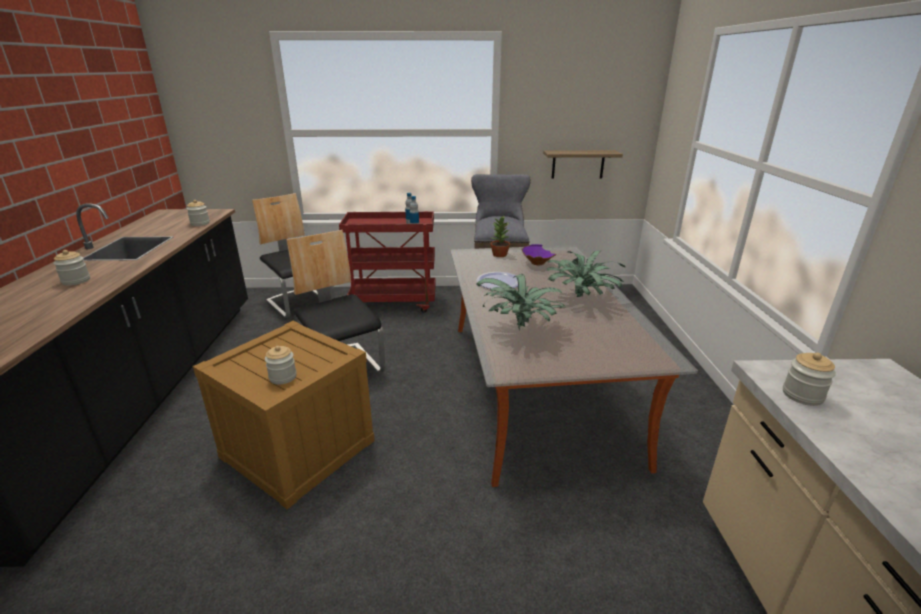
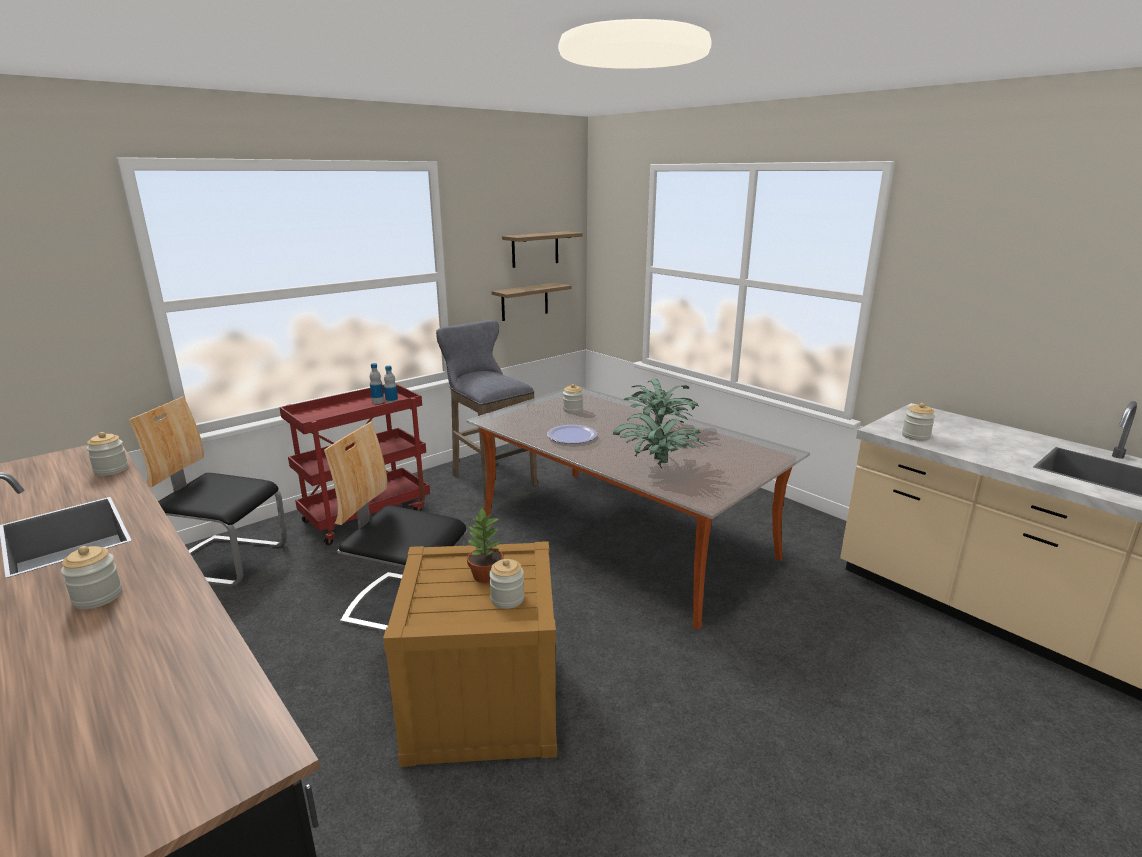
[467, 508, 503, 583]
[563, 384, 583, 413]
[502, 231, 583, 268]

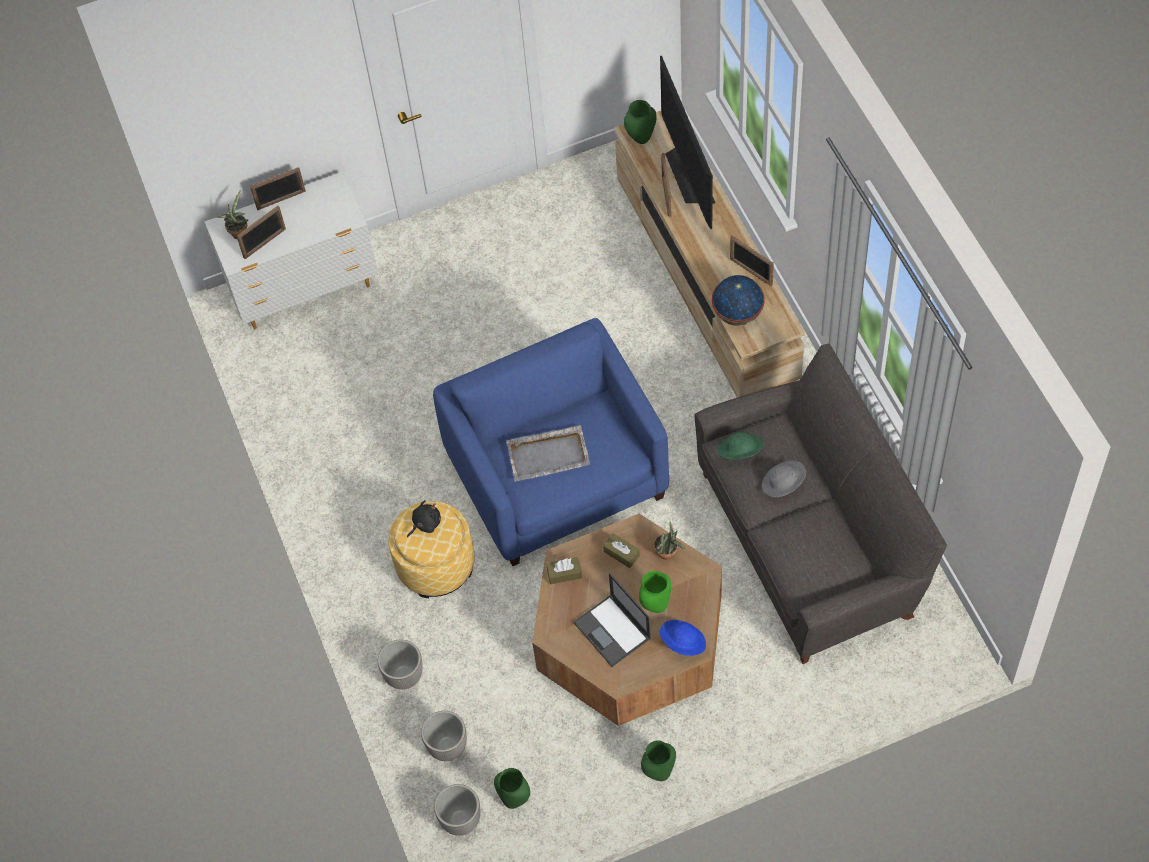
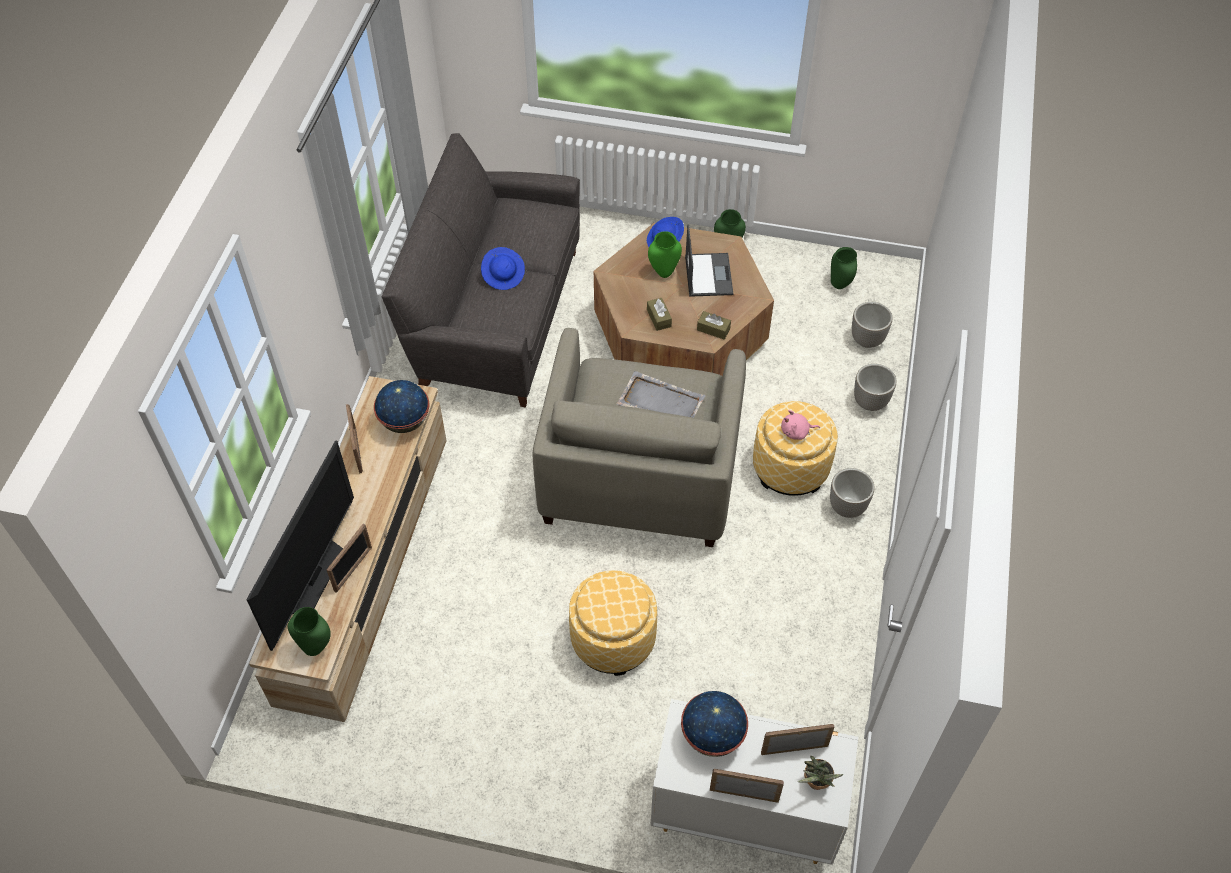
[533, 328, 746, 547]
[717, 432, 764, 460] (first image)
[481, 247, 525, 290]
[781, 410, 820, 440]
[654, 522, 687, 560] (first image)
[830, 468, 874, 518]
[569, 570, 657, 676]
[681, 691, 748, 757]

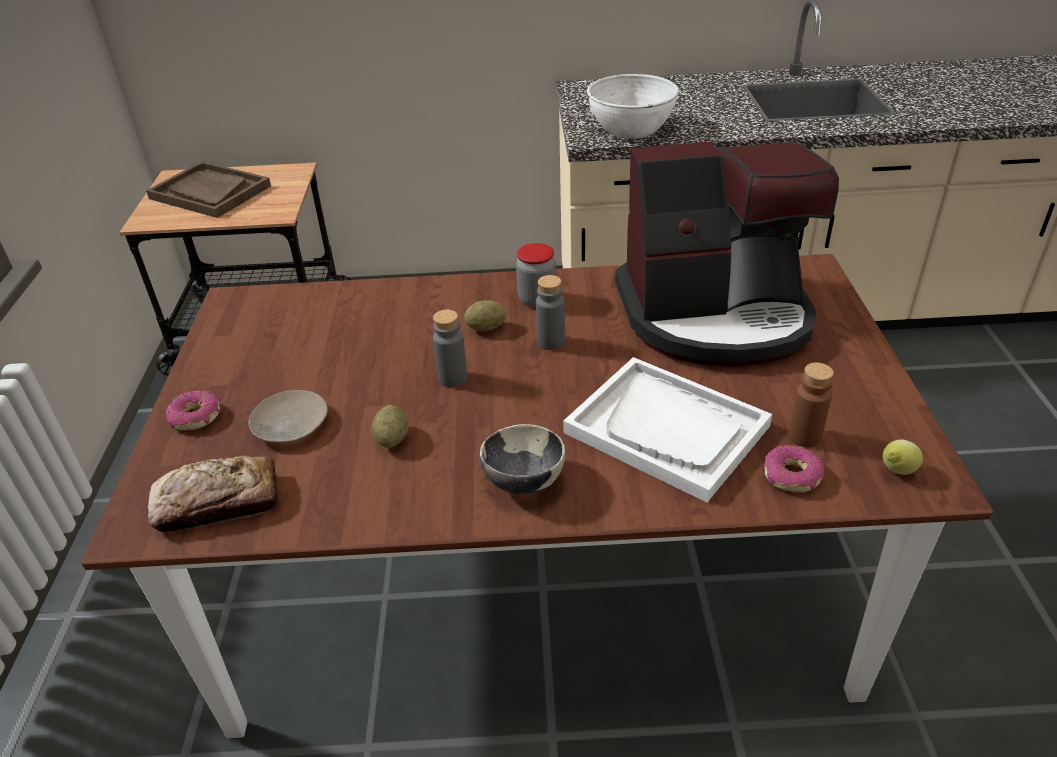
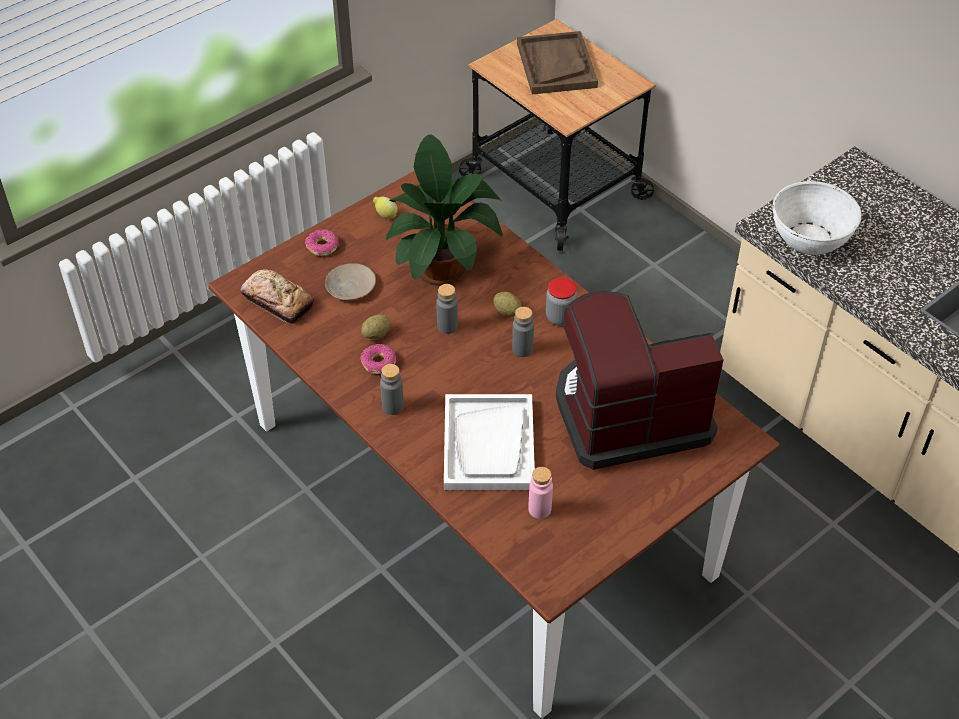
[556, 291, 723, 470]
[528, 467, 553, 519]
[380, 364, 404, 415]
[373, 197, 398, 219]
[361, 344, 396, 374]
[386, 135, 503, 286]

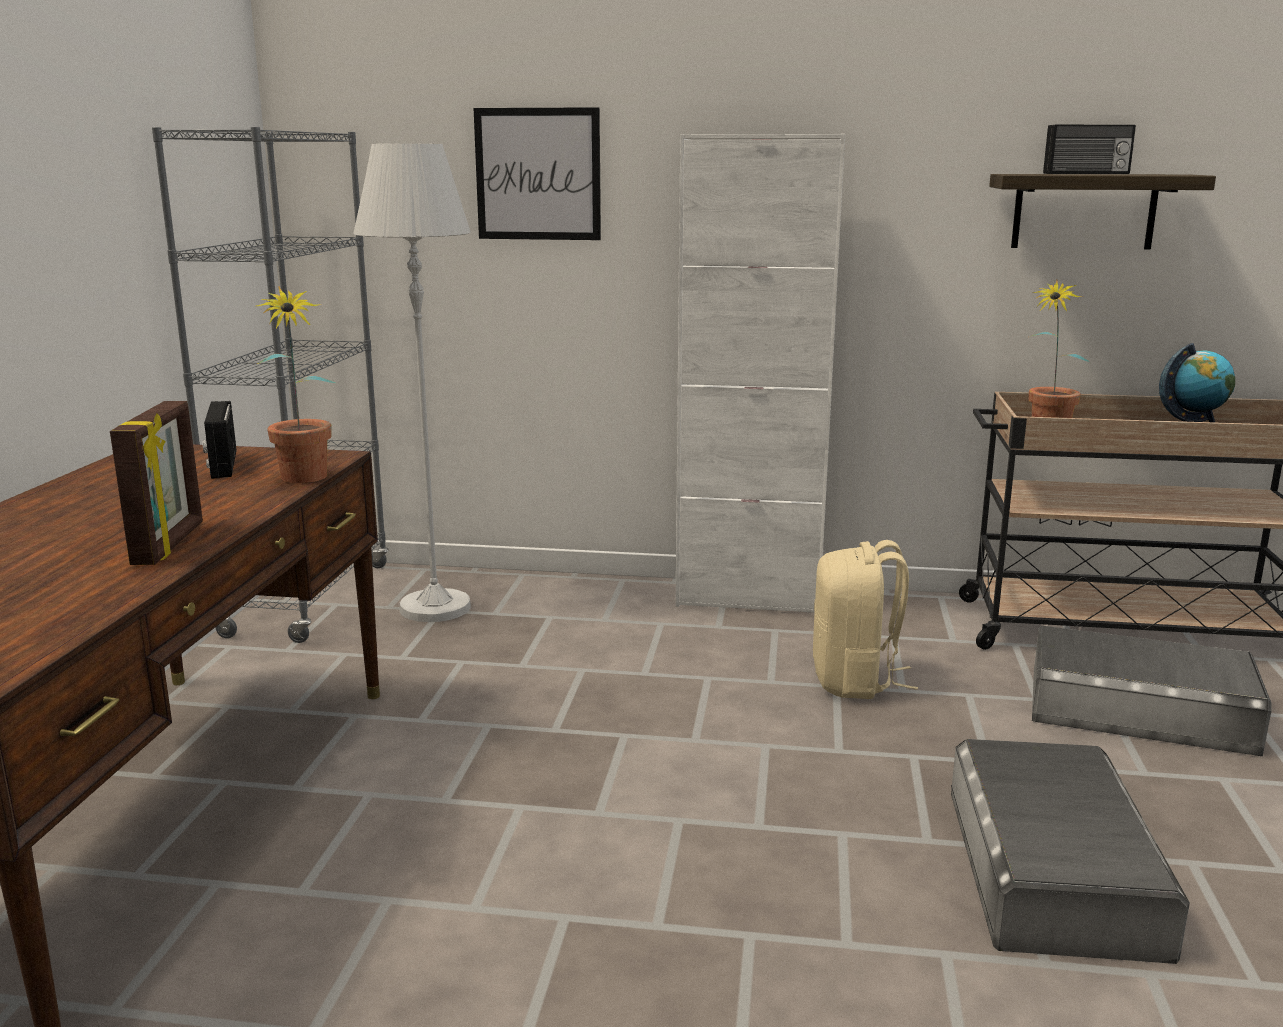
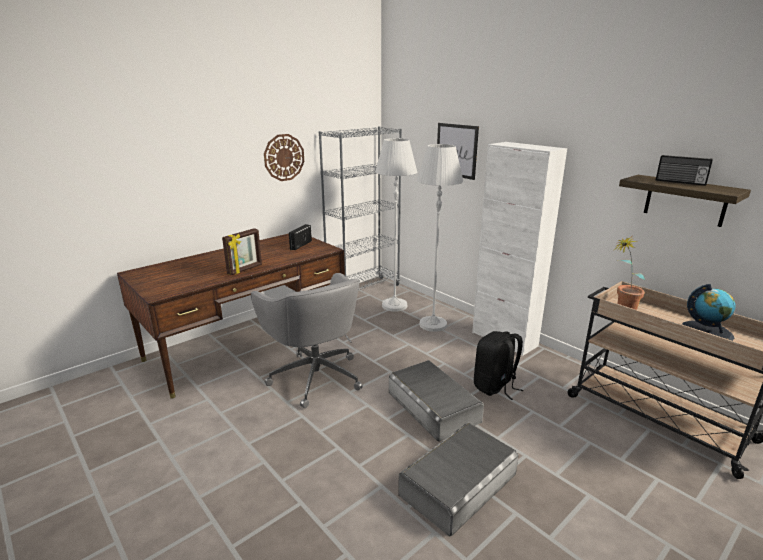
[254, 286, 335, 483] (first image)
[474, 331, 523, 400]
[389, 360, 484, 442]
[264, 134, 304, 181]
[417, 144, 463, 332]
[251, 273, 363, 408]

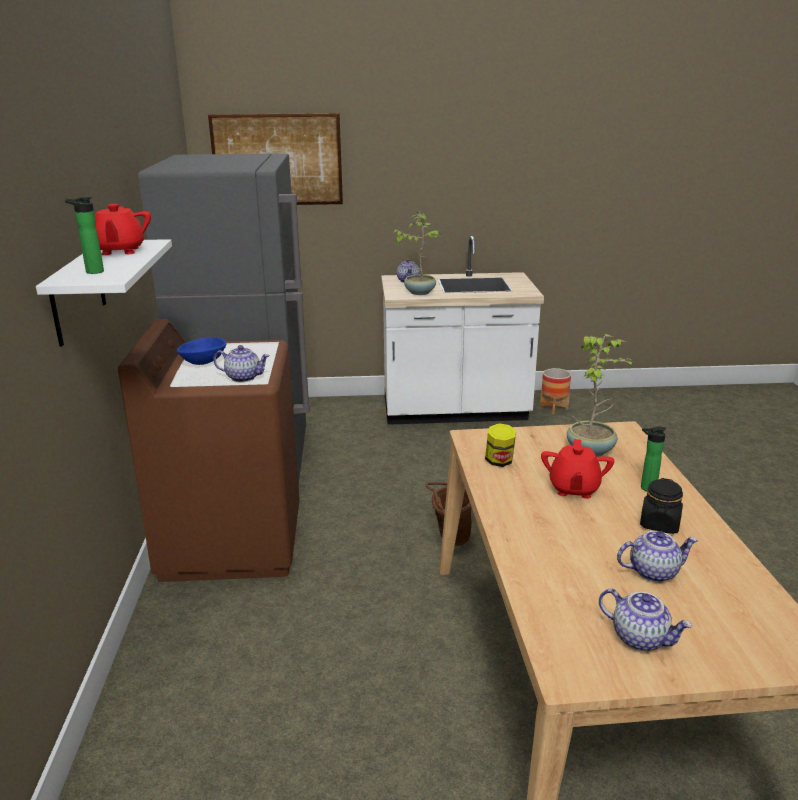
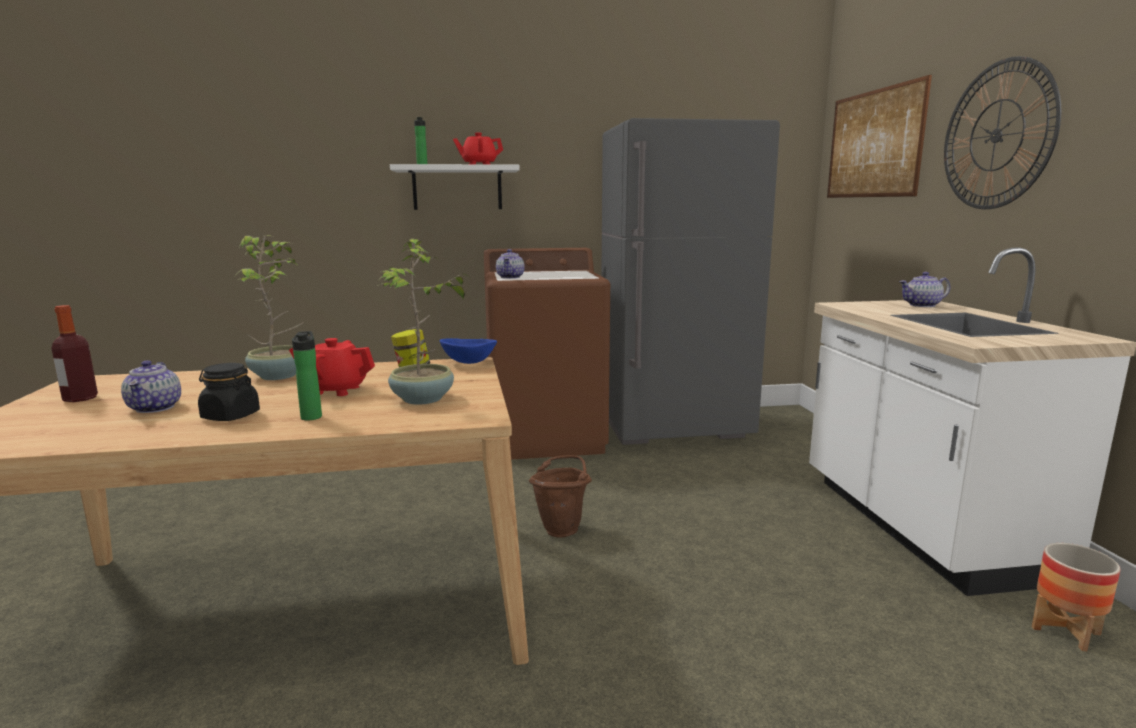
[238, 235, 304, 380]
[440, 338, 497, 364]
[51, 305, 98, 402]
[944, 56, 1061, 209]

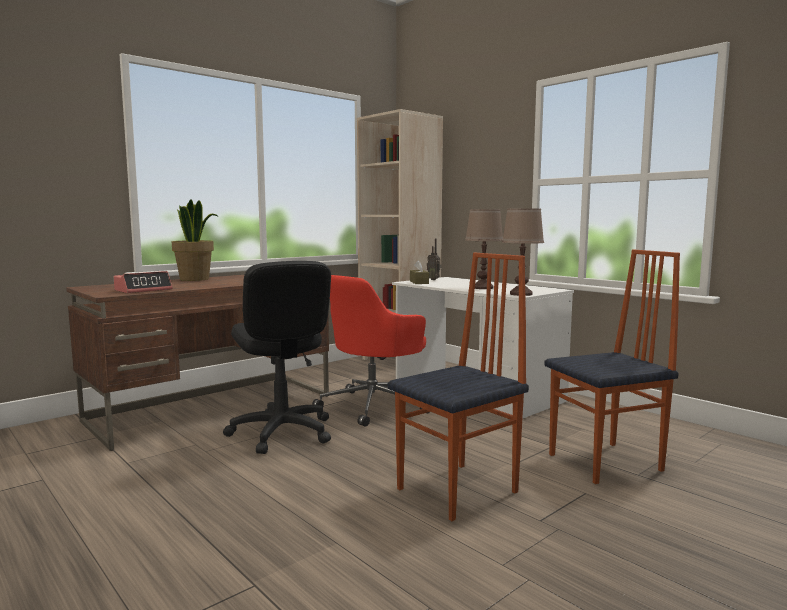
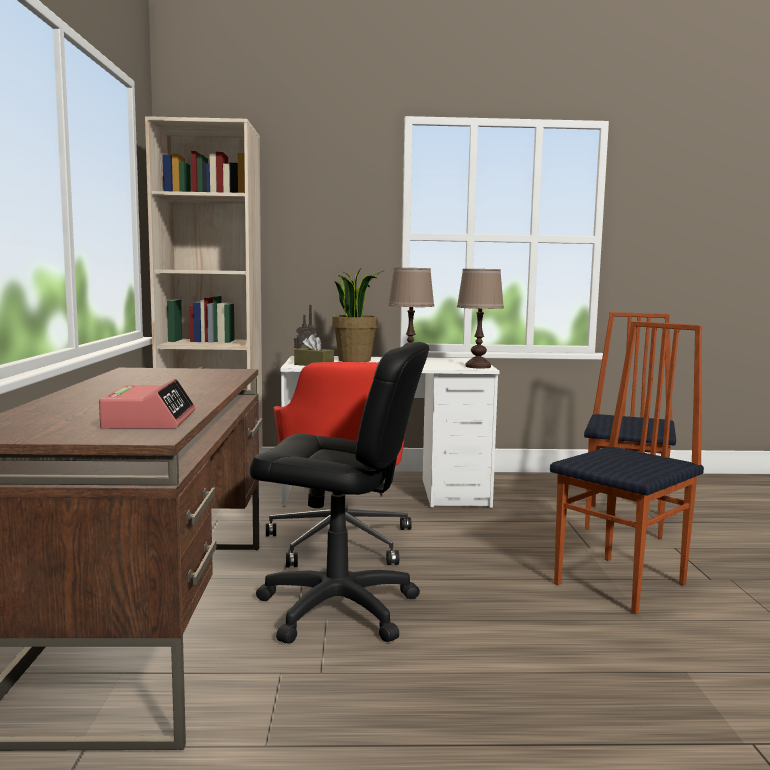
[332, 268, 385, 362]
[550, 321, 704, 614]

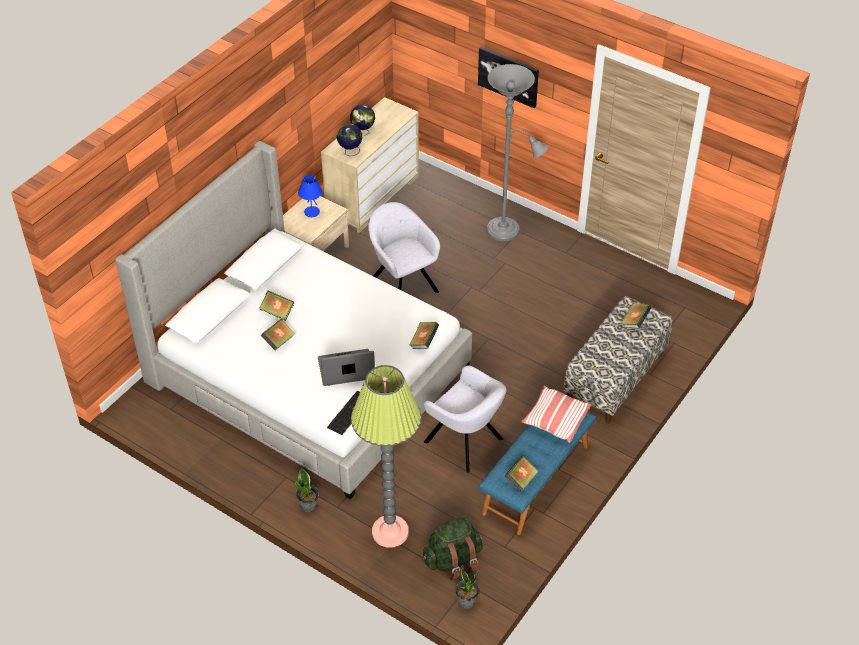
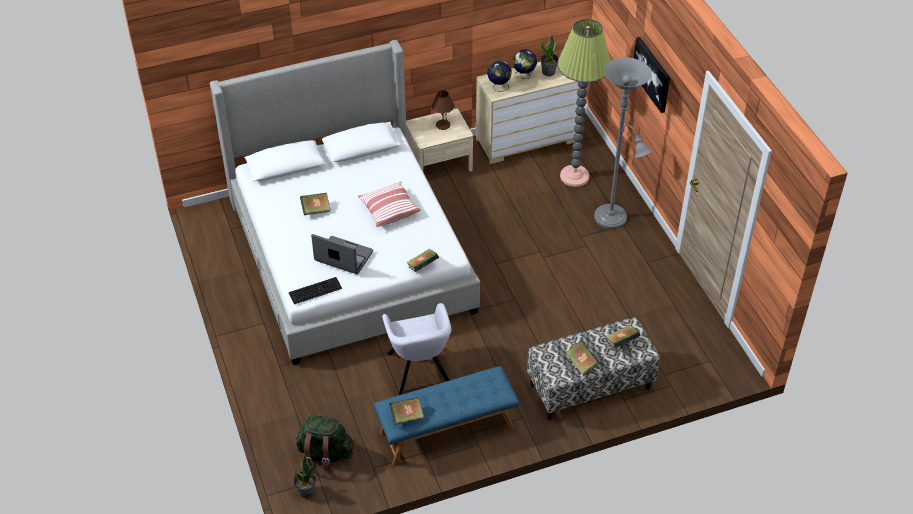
[432, 90, 454, 130]
[368, 202, 440, 293] (first image)
[566, 340, 600, 376]
[557, 19, 611, 187]
[358, 181, 421, 227]
[540, 35, 559, 76]

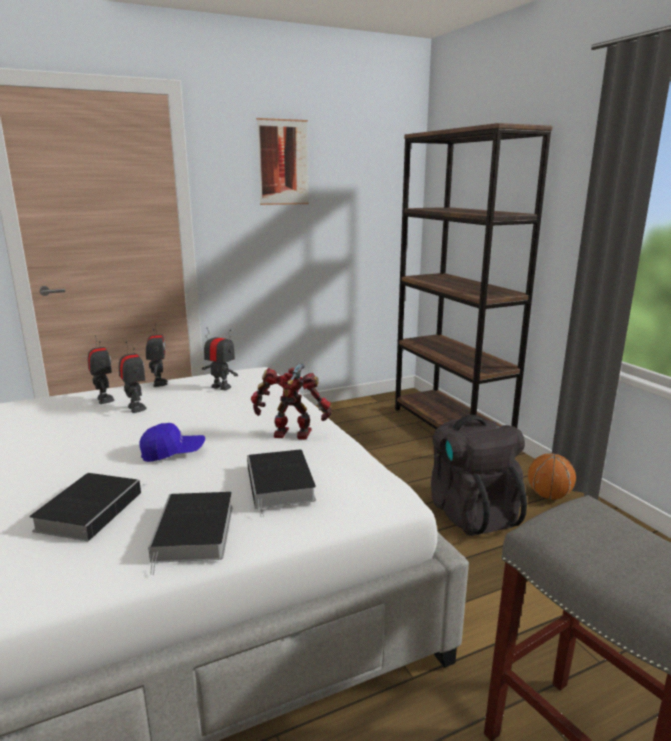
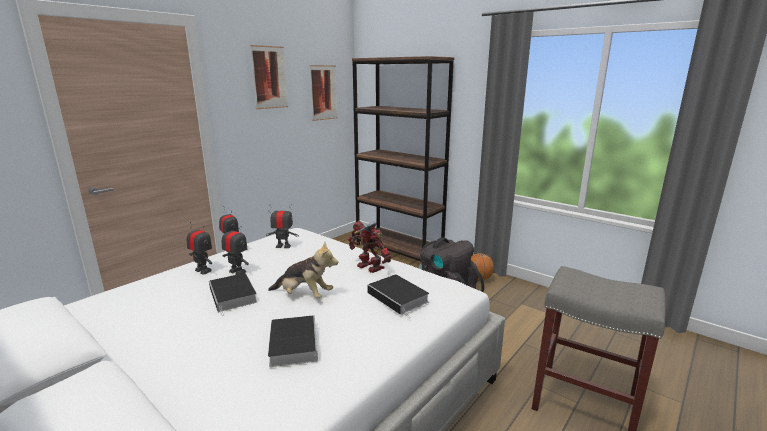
[348, 221, 391, 273]
[268, 242, 338, 298]
[209, 273, 257, 317]
[309, 65, 338, 121]

